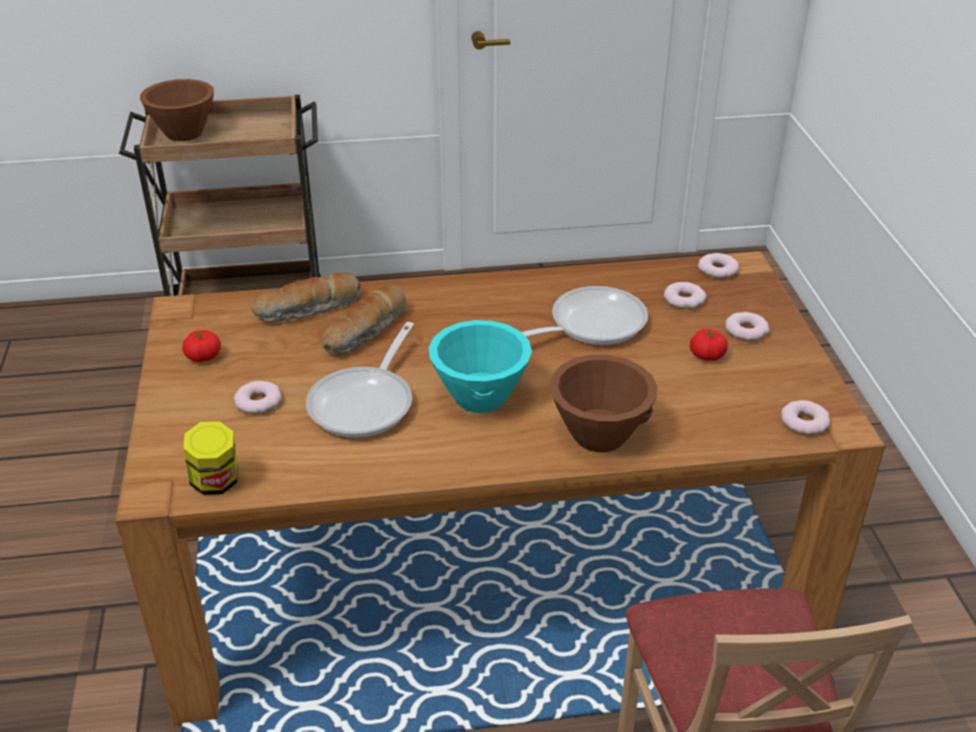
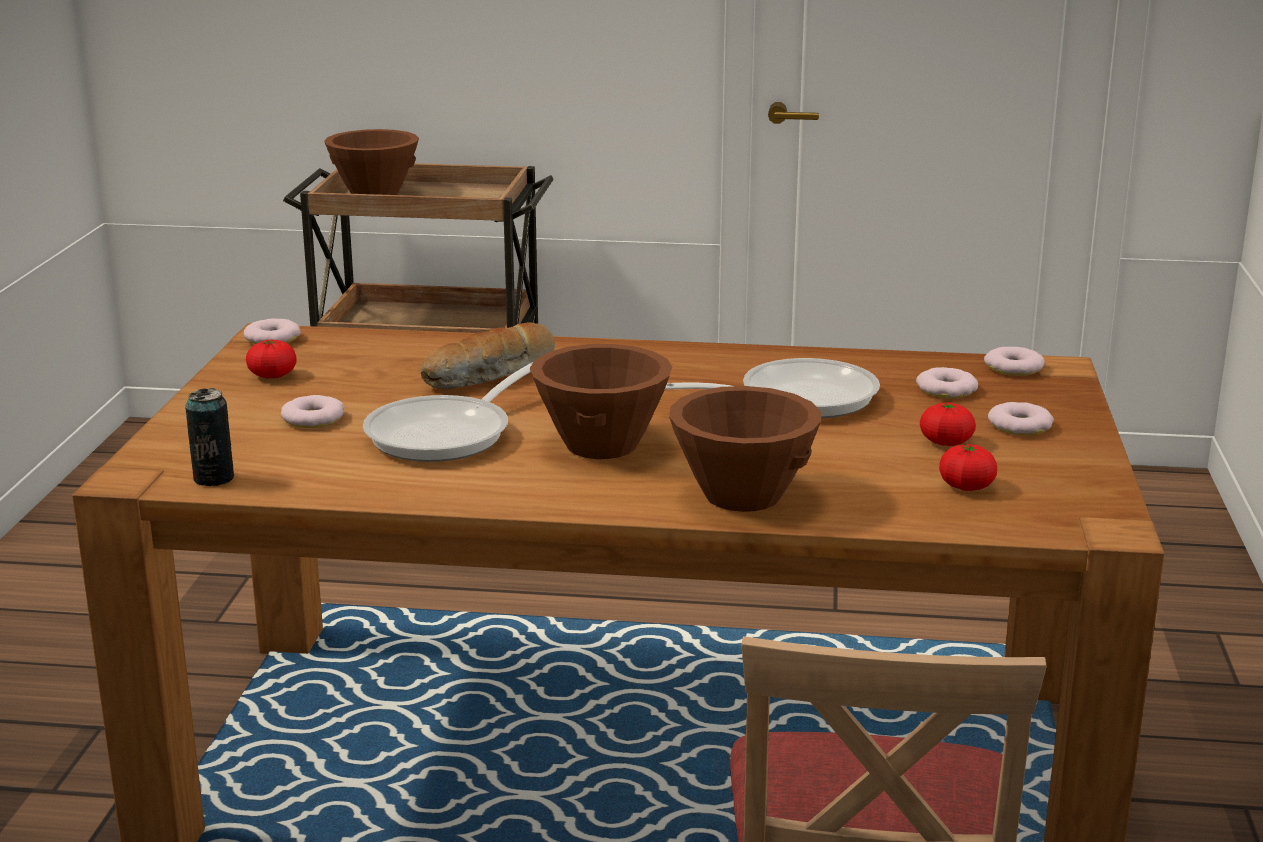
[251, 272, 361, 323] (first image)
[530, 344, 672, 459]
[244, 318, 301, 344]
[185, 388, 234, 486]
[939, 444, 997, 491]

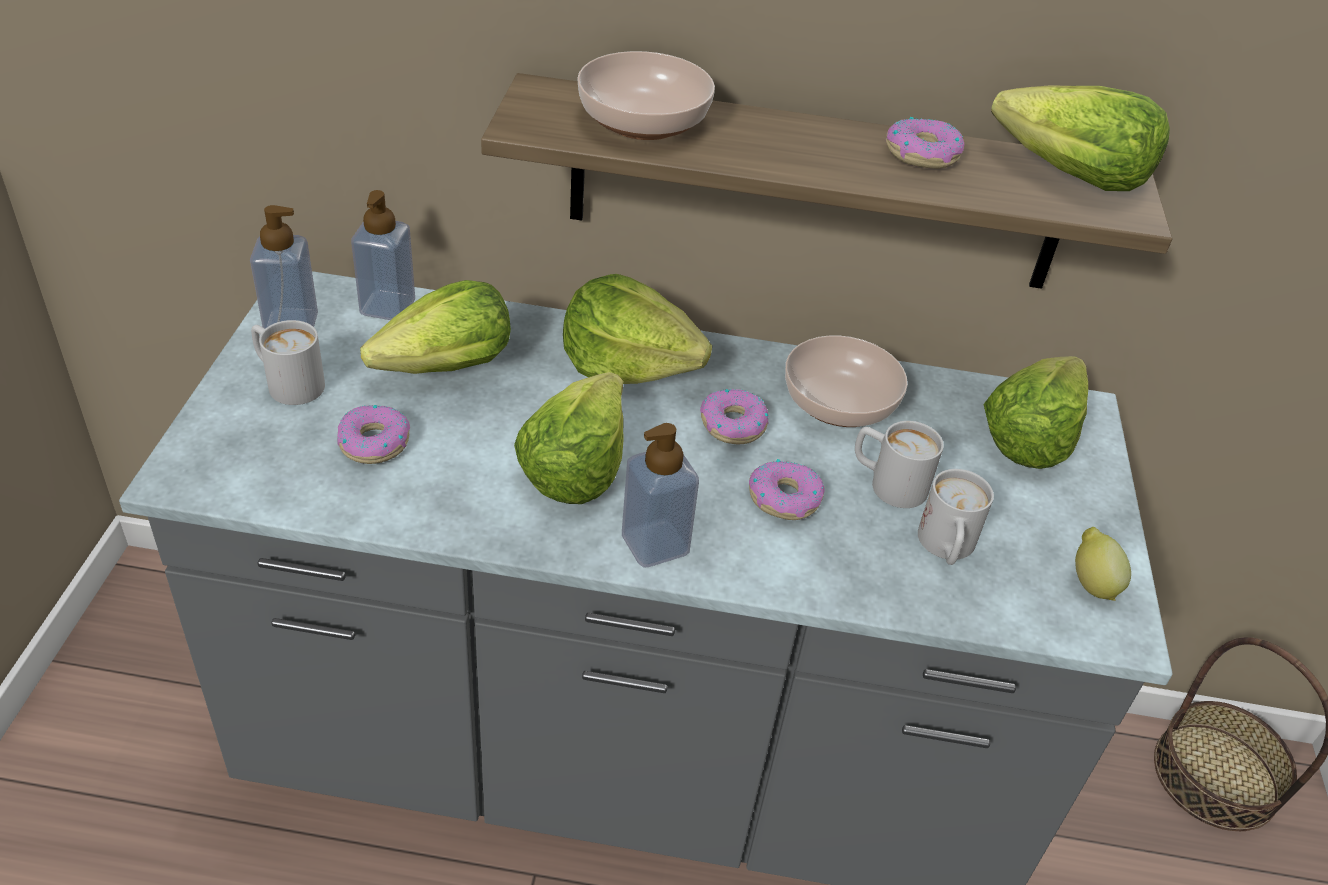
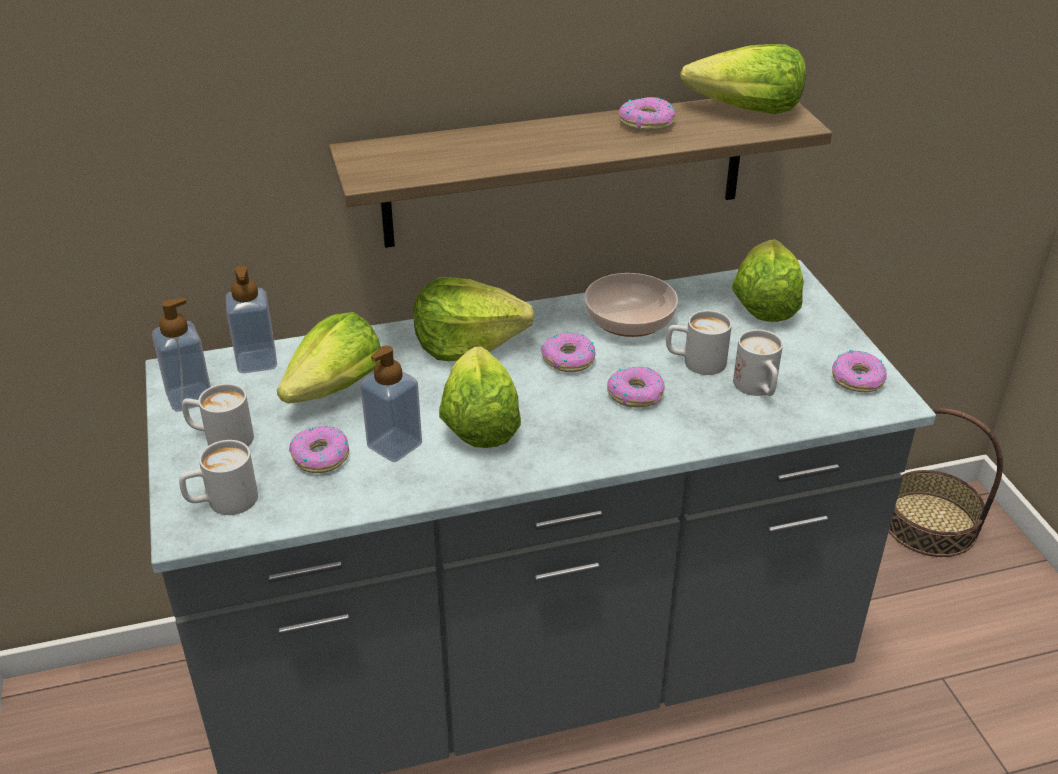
[577, 51, 715, 140] (first image)
[360, 345, 422, 462]
[832, 350, 887, 392]
[179, 440, 258, 515]

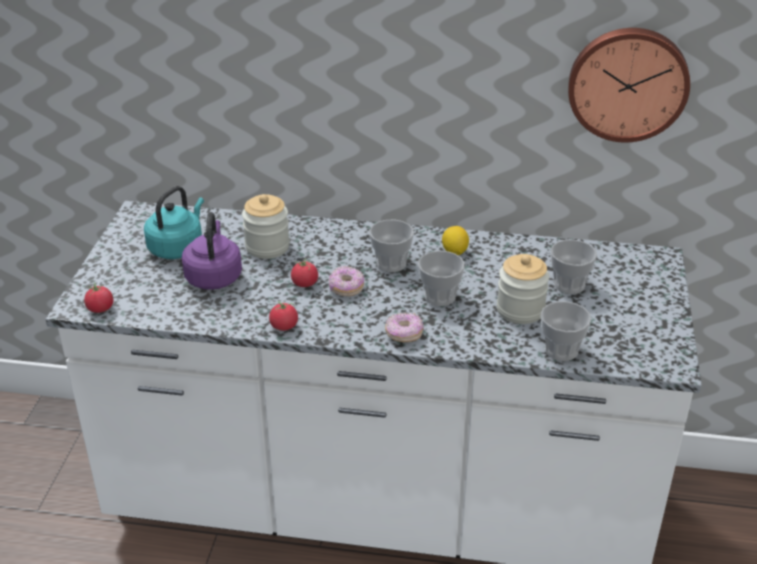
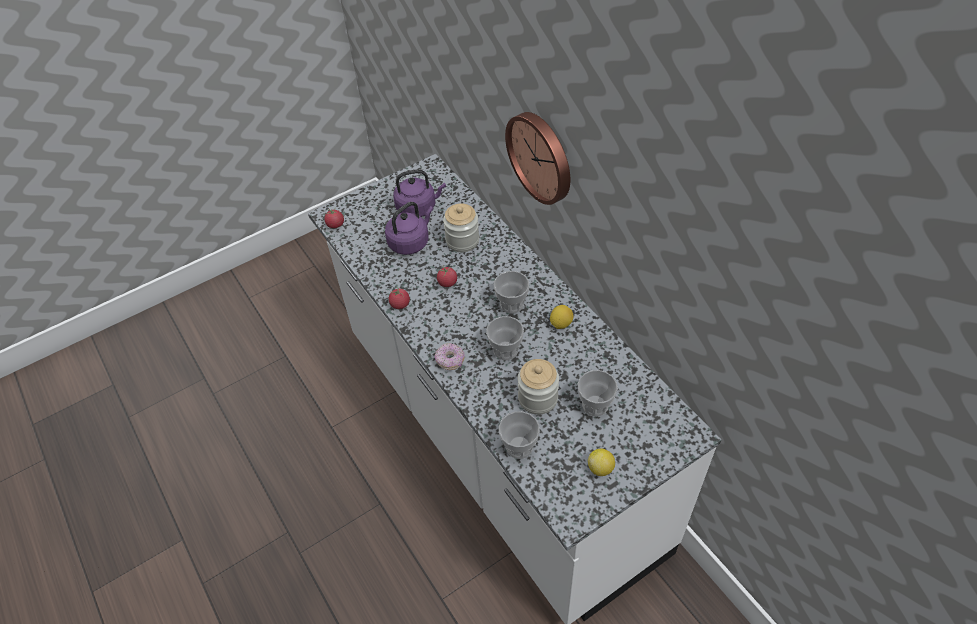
[505, 112, 570, 205]
[393, 170, 446, 217]
[329, 266, 364, 296] (first image)
[588, 449, 615, 476]

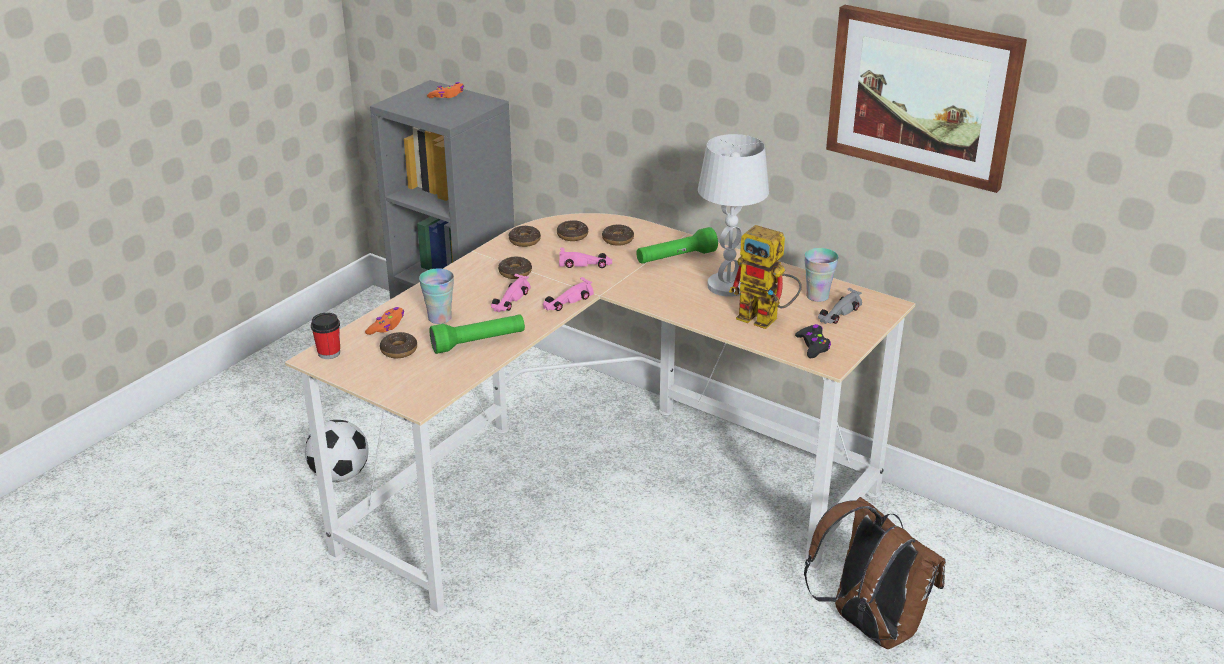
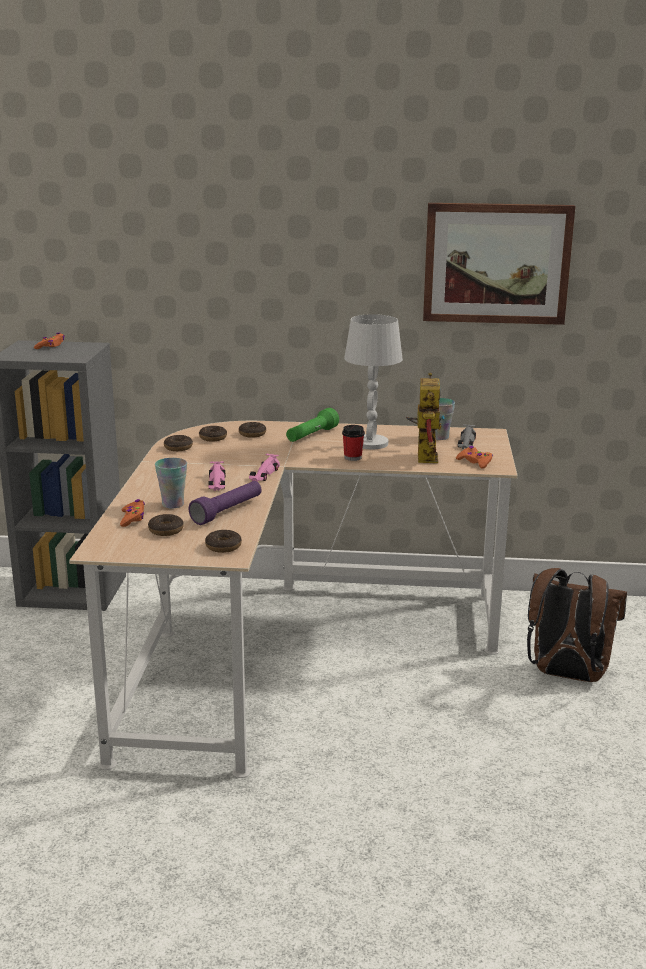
[406, 372, 445, 463]
[559, 248, 612, 268] (first image)
[205, 529, 242, 553]
[342, 425, 365, 461]
[189, 481, 262, 525]
[456, 446, 493, 469]
[305, 420, 369, 482] (first image)

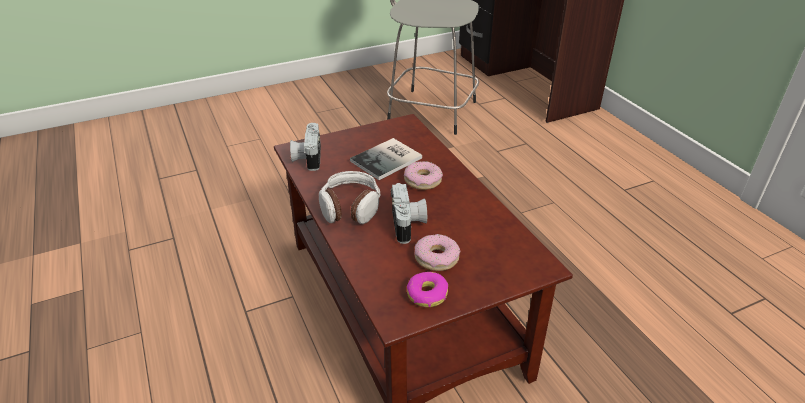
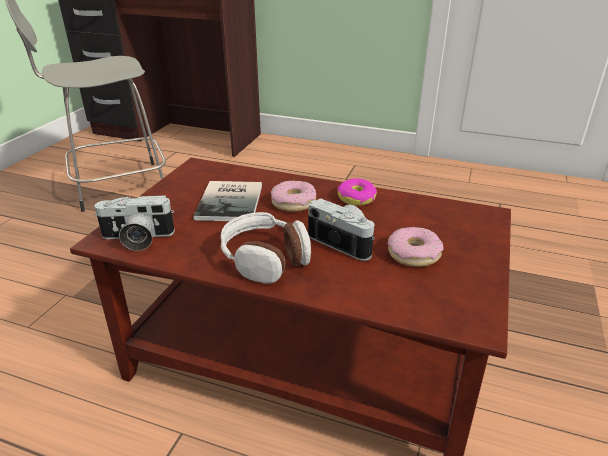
[94, 195, 175, 251]
[337, 178, 377, 206]

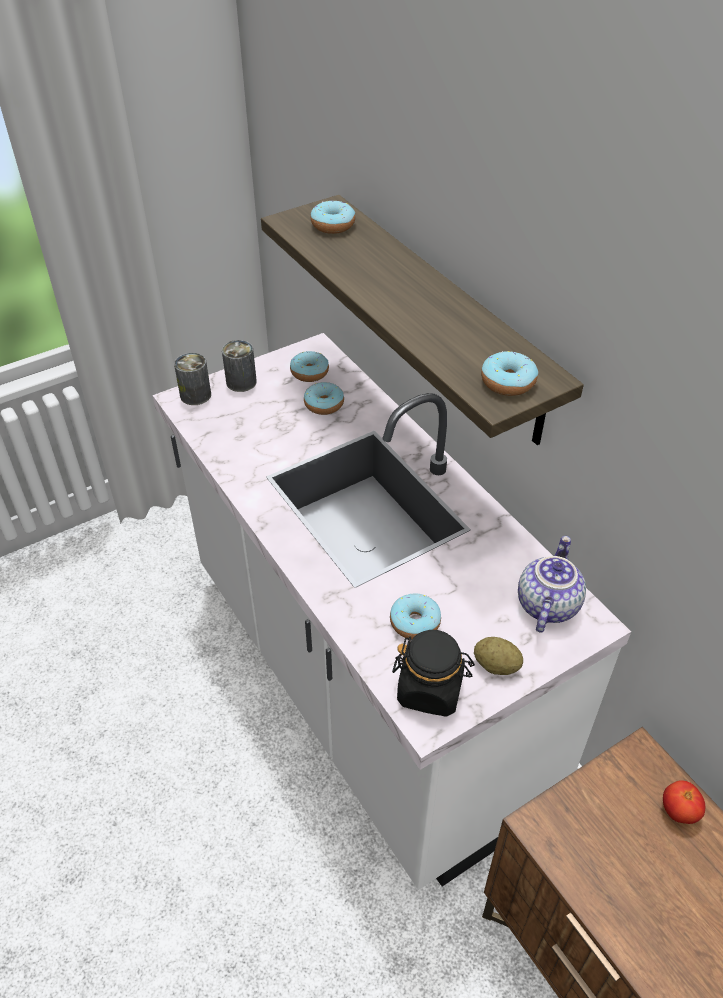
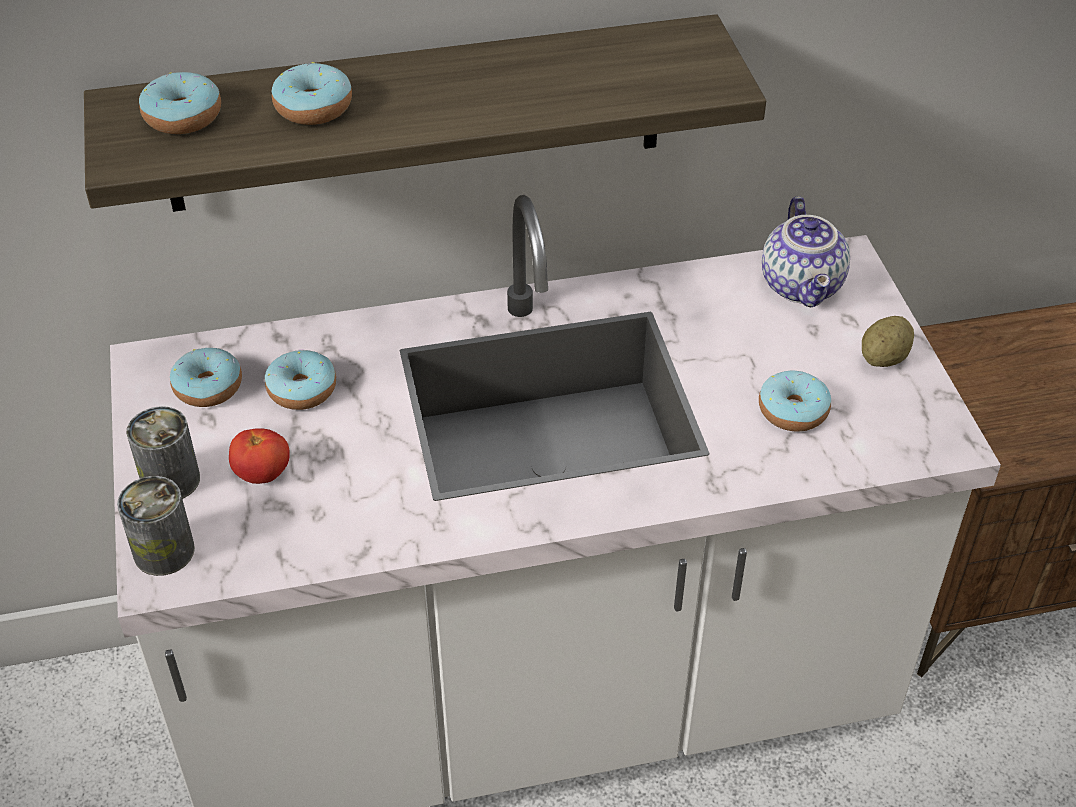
[272, 62, 352, 125]
[762, 196, 850, 307]
[392, 630, 475, 717] (first image)
[229, 428, 290, 484]

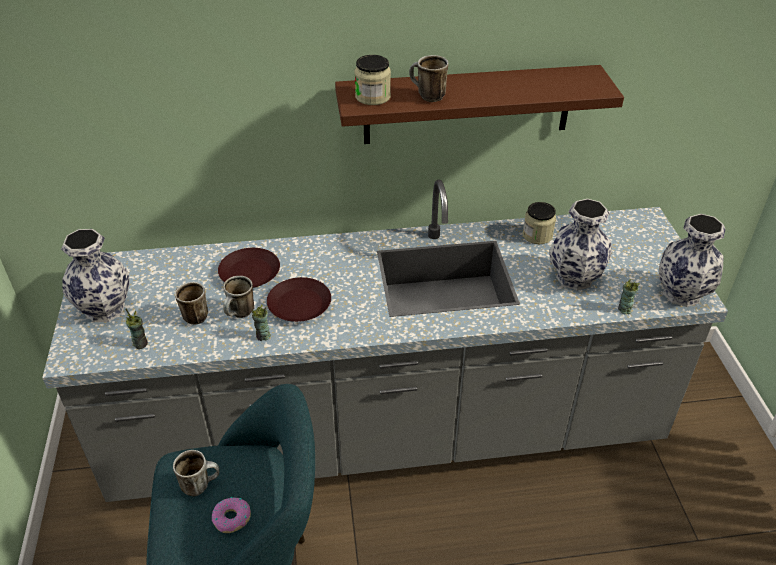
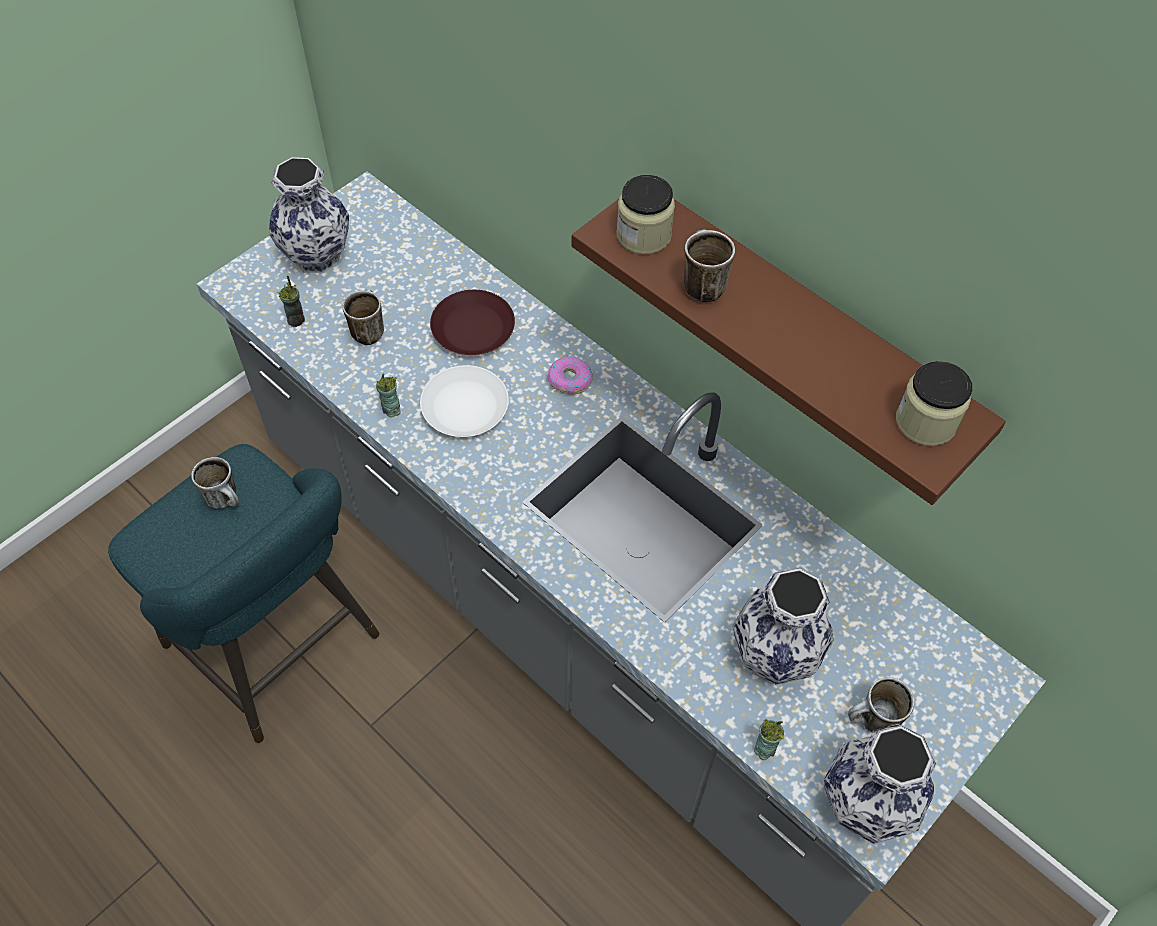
[896, 361, 972, 446]
[848, 677, 914, 732]
[420, 365, 509, 437]
[548, 356, 593, 394]

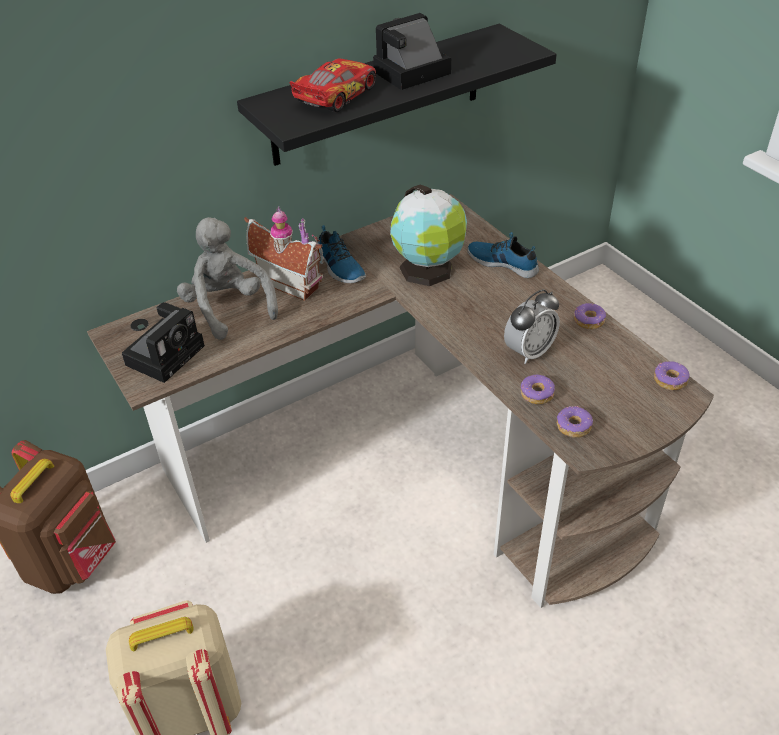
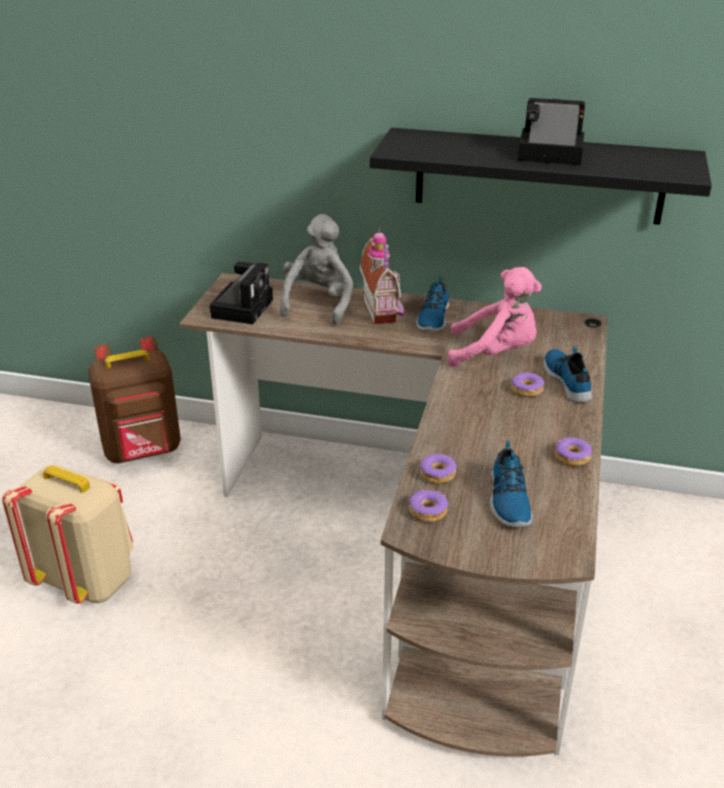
[290, 58, 376, 112] (first image)
[447, 267, 542, 367]
[504, 289, 560, 364] (first image)
[210, 262, 273, 324]
[511, 372, 544, 397]
[490, 441, 532, 527]

